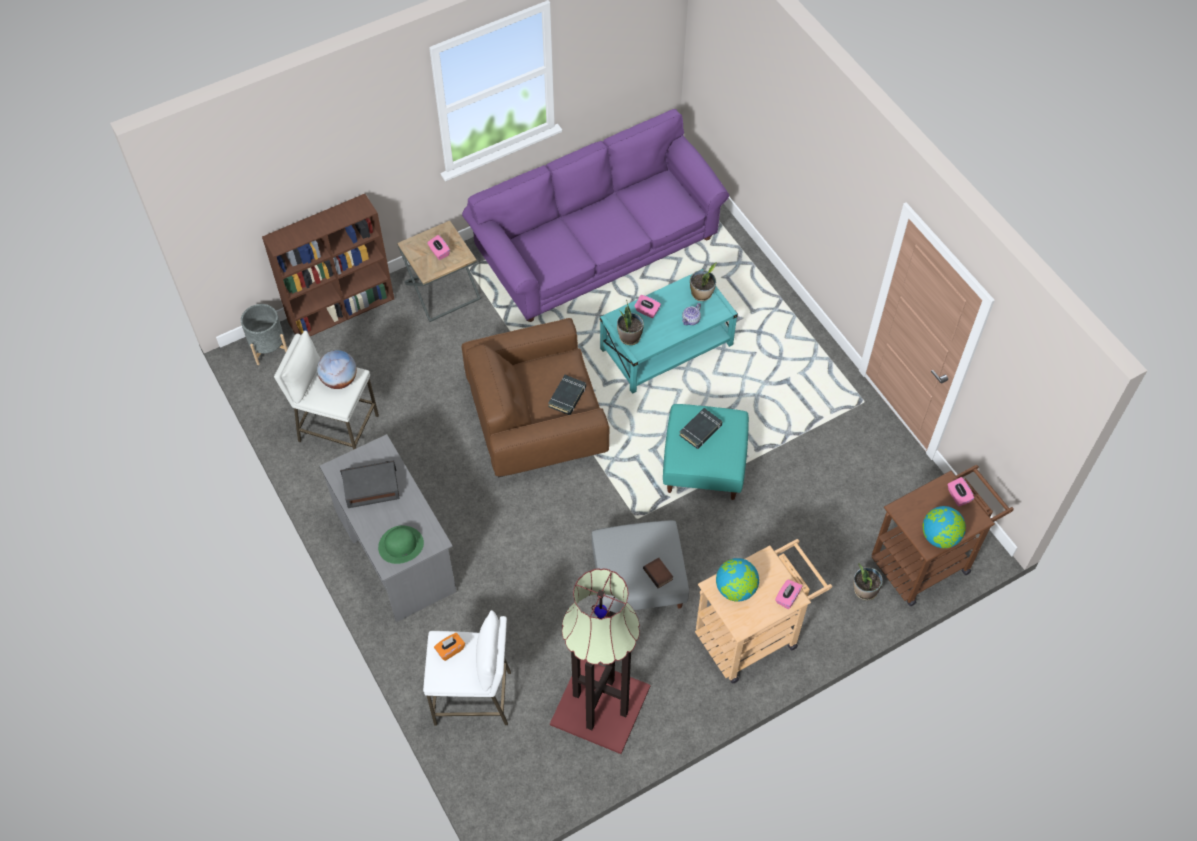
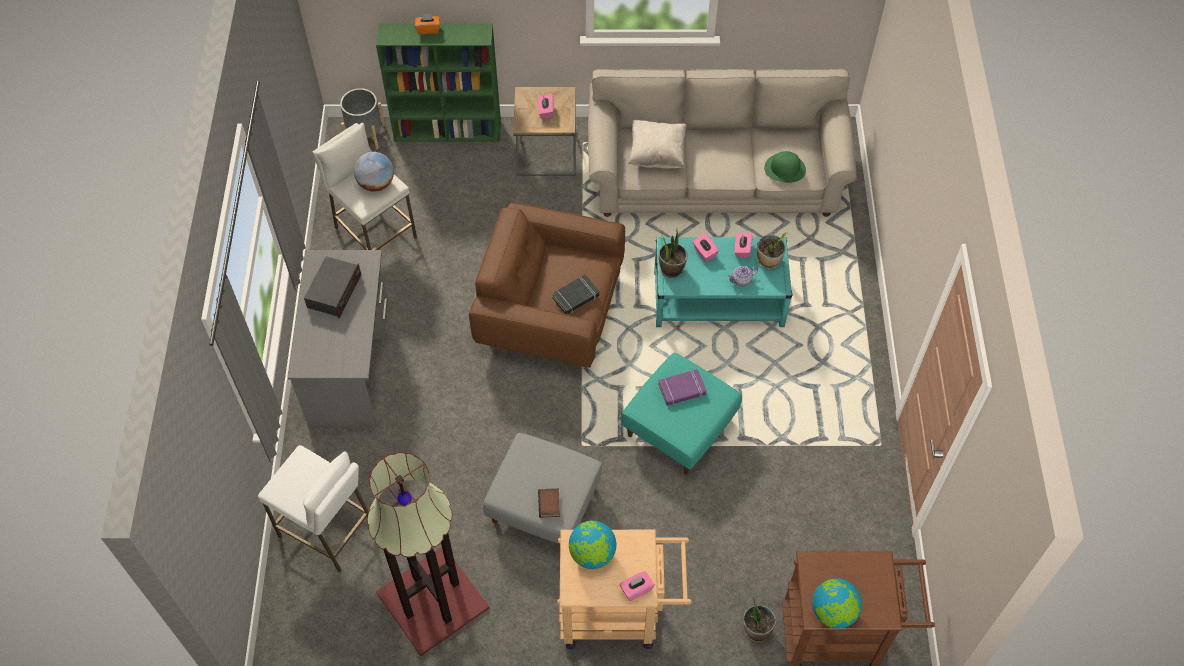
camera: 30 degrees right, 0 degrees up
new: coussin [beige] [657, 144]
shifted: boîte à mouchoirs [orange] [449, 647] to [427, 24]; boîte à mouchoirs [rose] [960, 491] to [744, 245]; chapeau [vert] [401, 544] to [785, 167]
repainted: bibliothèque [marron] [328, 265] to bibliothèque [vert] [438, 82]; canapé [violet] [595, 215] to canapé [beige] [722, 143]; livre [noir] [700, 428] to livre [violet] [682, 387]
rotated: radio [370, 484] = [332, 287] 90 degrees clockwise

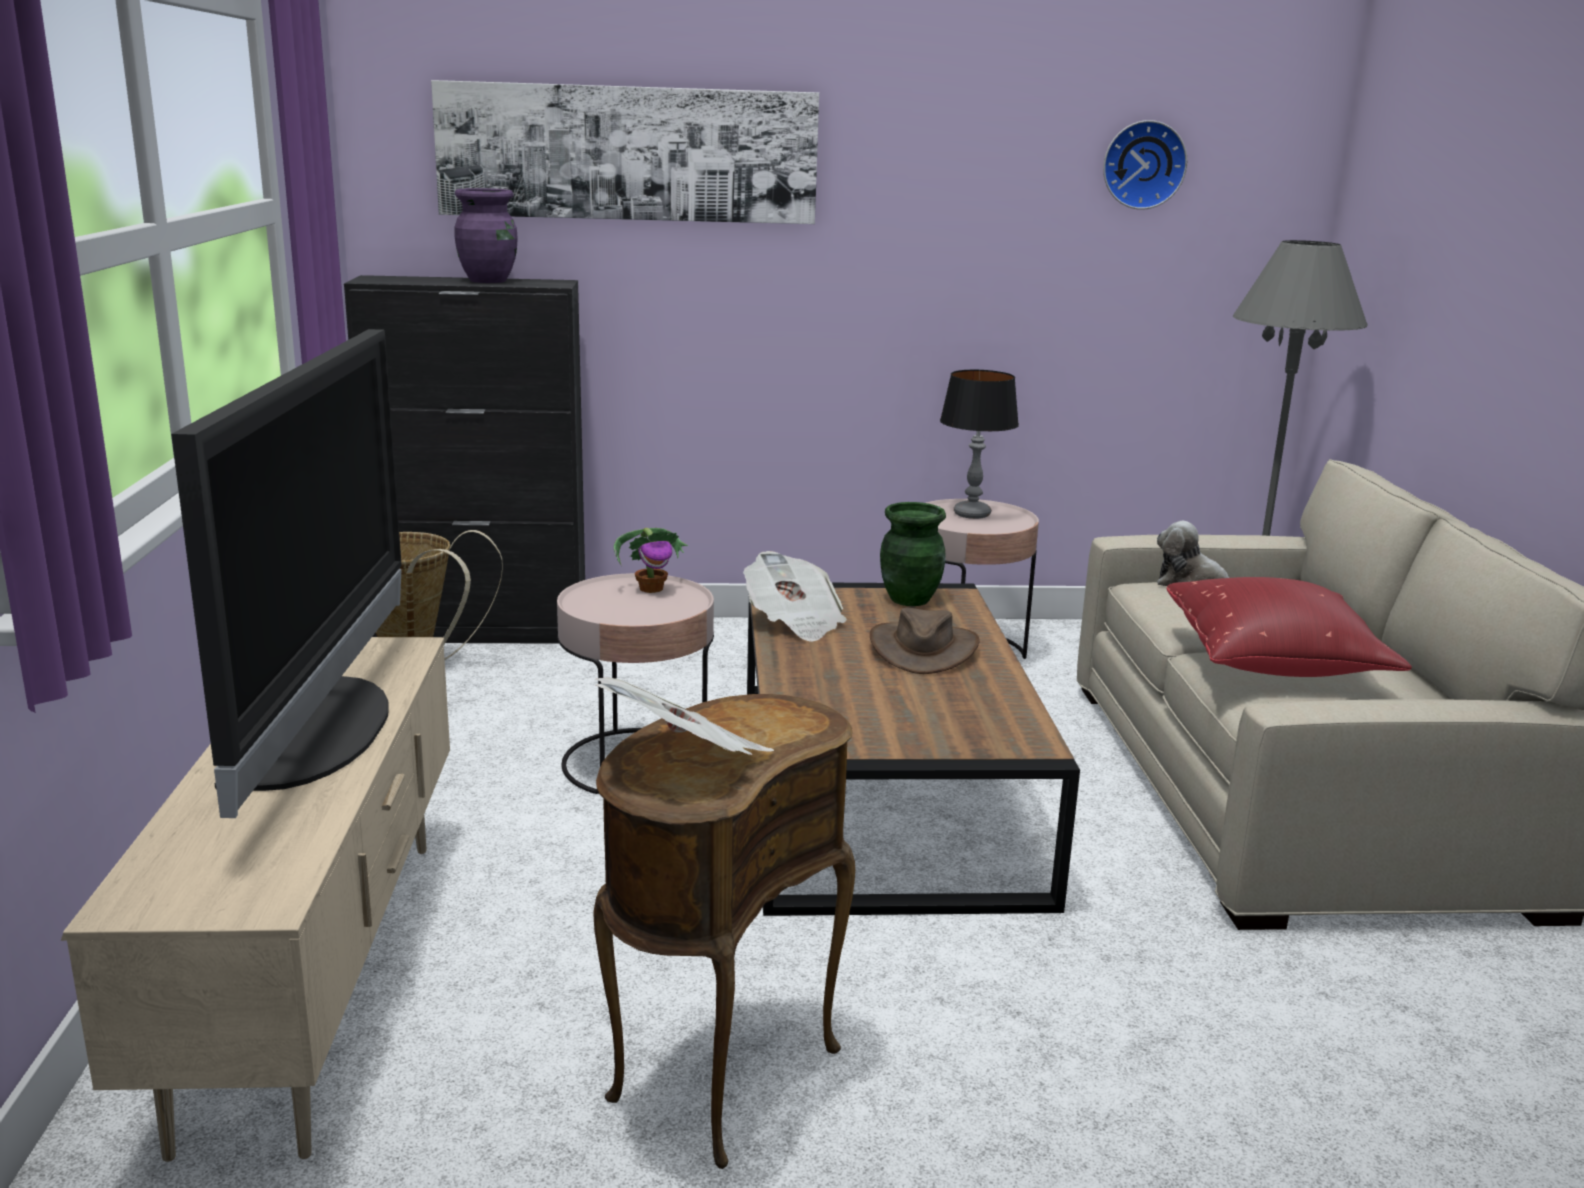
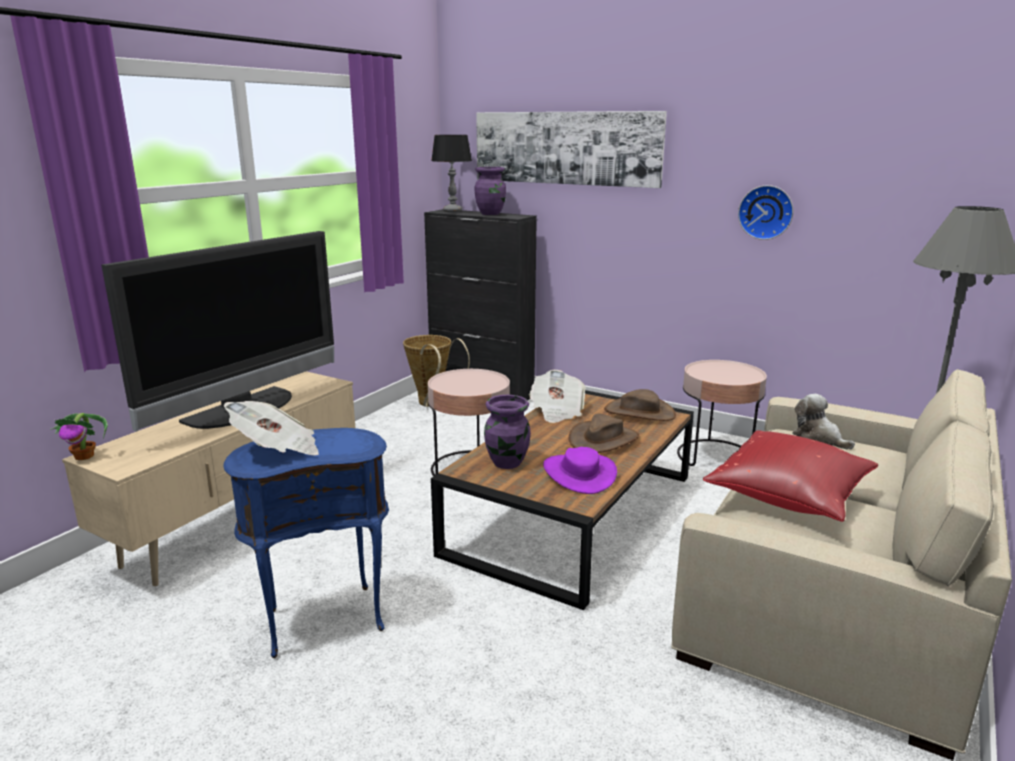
camera: 35 degrees right, 0 degrees up
new: vase [violet] [507, 432]; chapeau [violet] [580, 470]
shifted: plante en pot [651, 560] to [79, 436]; lampe de table [979, 444] to [451, 173]; horloge murale [1145, 165] to [766, 212]
swapped: vase [vert] [913, 554] to chapeau [marron] [640, 405]
repainted: table d'appoint [marron] [724, 931] to table d'appoint [bleu] [306, 543]

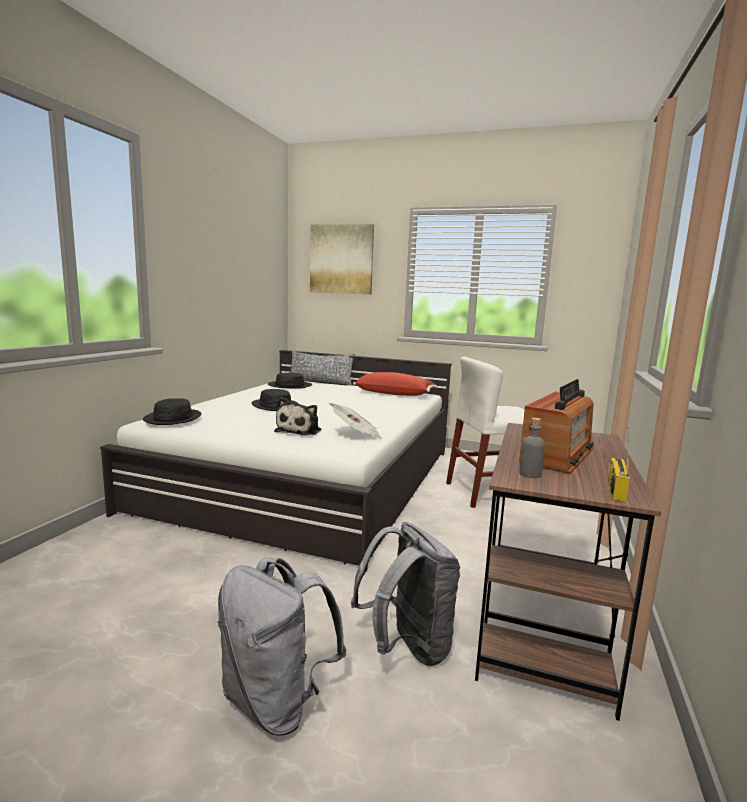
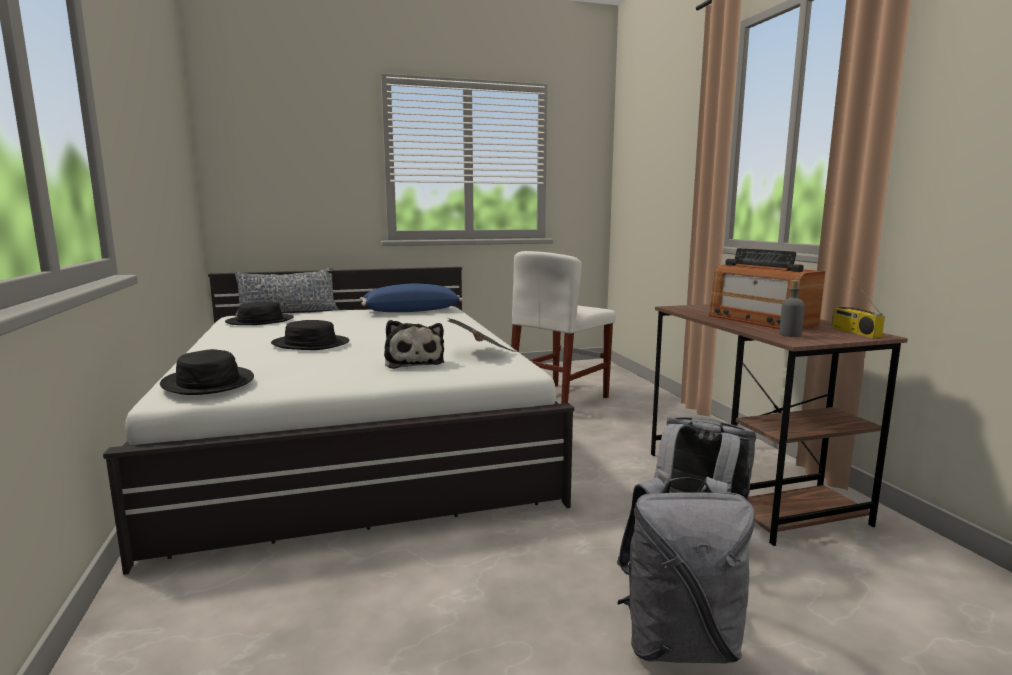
camera: 35 degrees left, 0 degrees up
gone: tableau [342, 259]
repainted: coussin [rouge] [395, 384] to coussin [bleu] [411, 298]
rotated: radio [556, 426] = [767, 288] 150 degrees clockwise

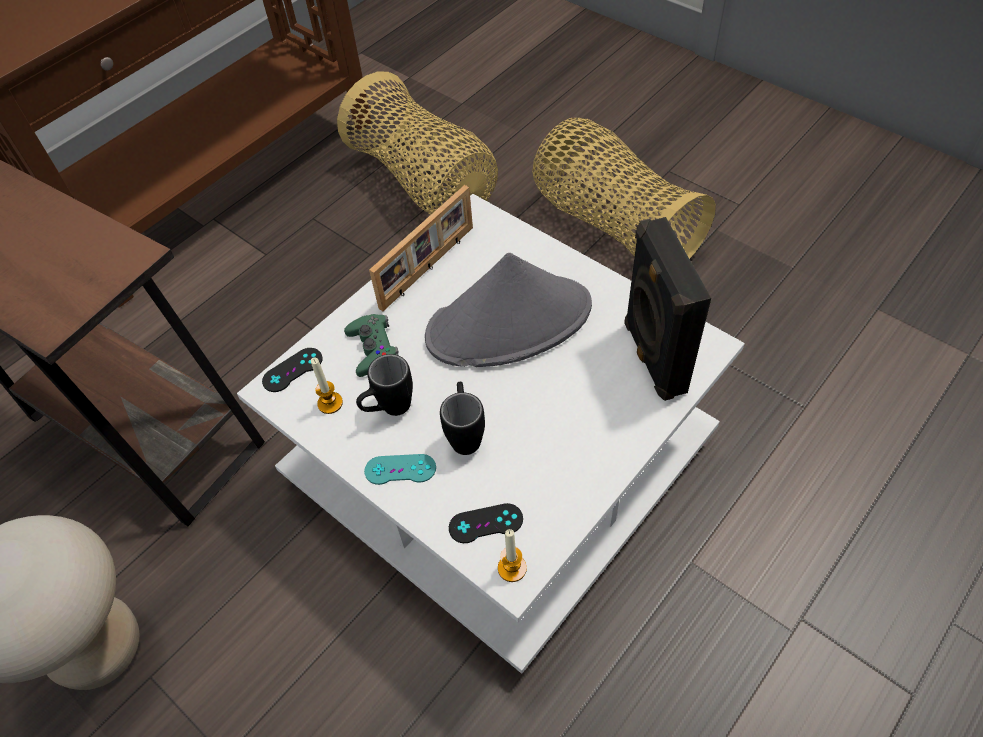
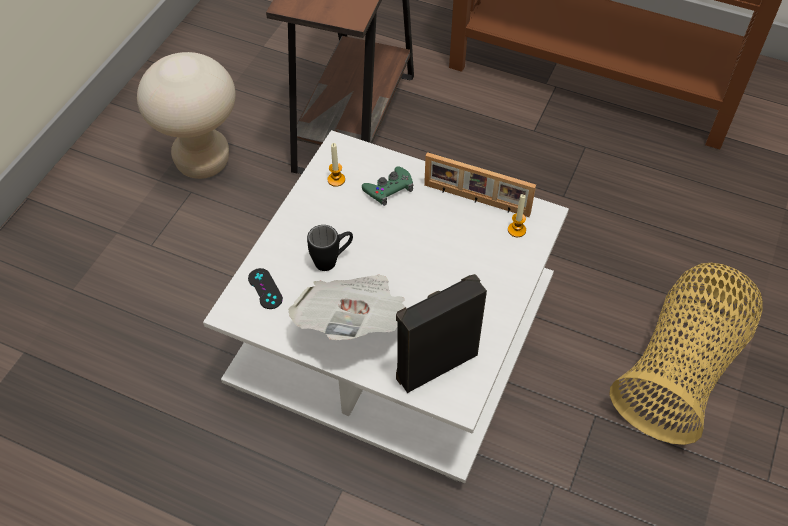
camera: 70 degrees right, 0 degrees up
gone: manette [noir] [292, 370]; panier [417, 143]; mug [noir] [384, 385]; manette [turquoise] [400, 469]; chapeau [gris] [508, 310]
new: journal [347, 307]
shifted: bougie [512, 555] to [517, 215]

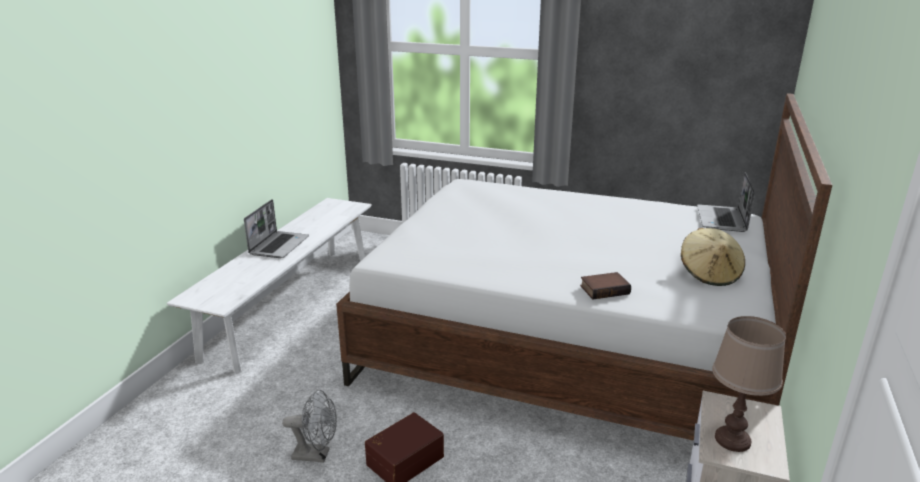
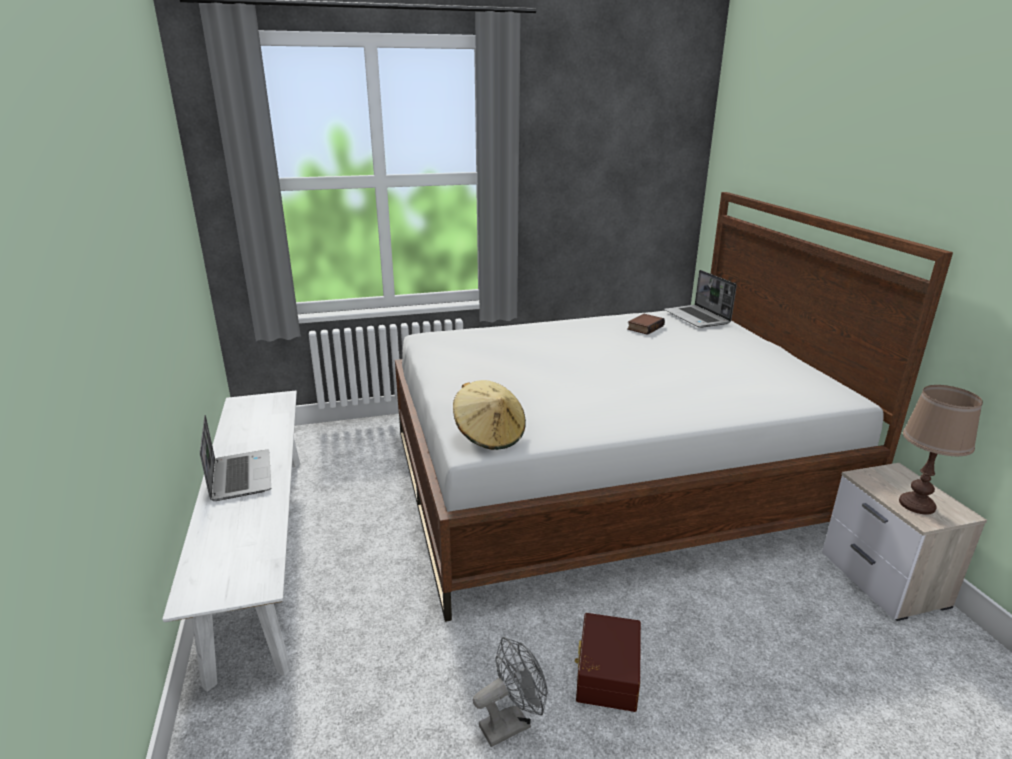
camera: 35 degrees left, 0 degrees up
shifted: chapeau [beige] [713, 257] to [489, 415]; livre [605, 285] to [646, 324]

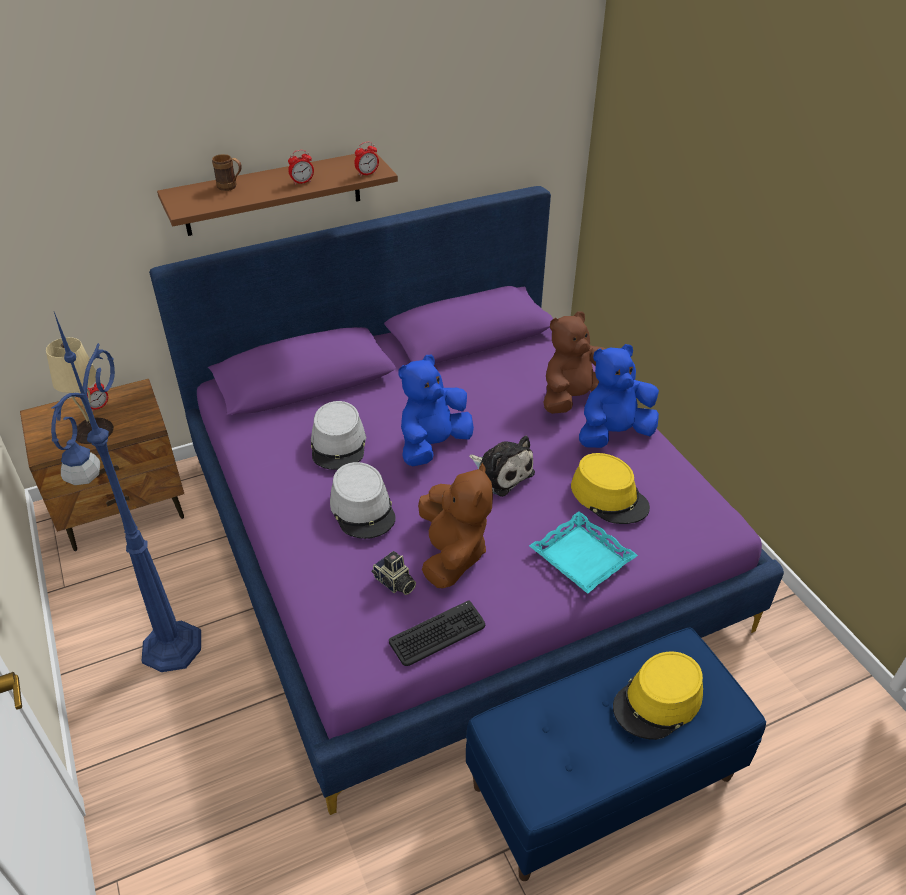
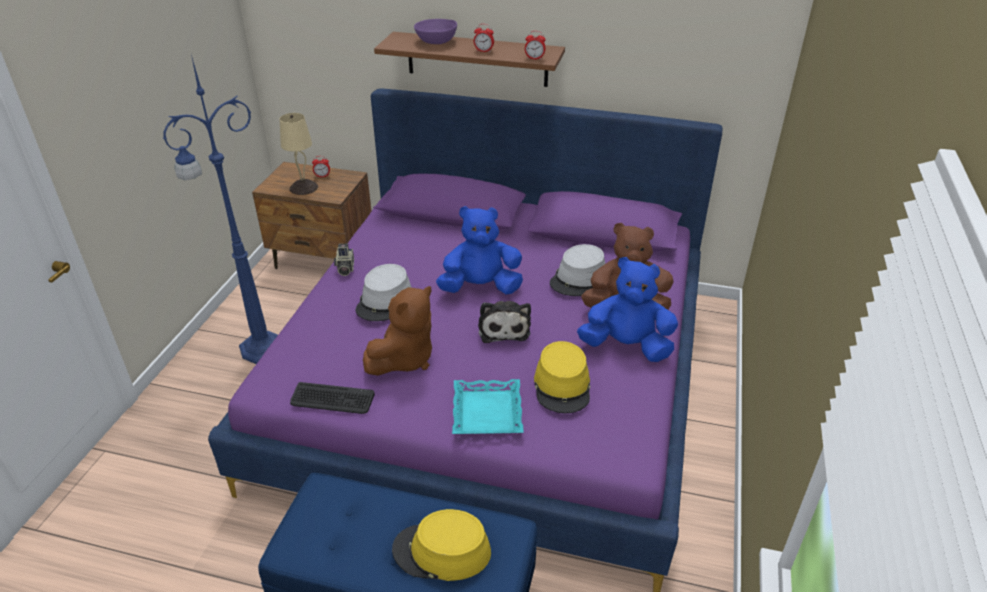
camera: 40 degrees right, 5 degrees down
shifted: appareil photo [394, 573] to [344, 259]; chapeau [gris] [338, 435] to [577, 270]
swapped: mug [marron] [227, 172] to bol [violet] [435, 31]

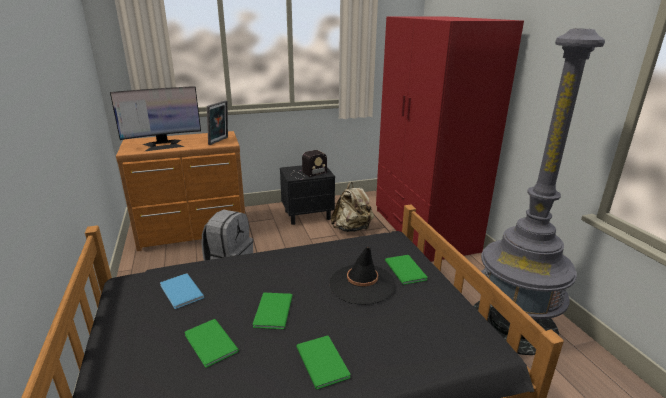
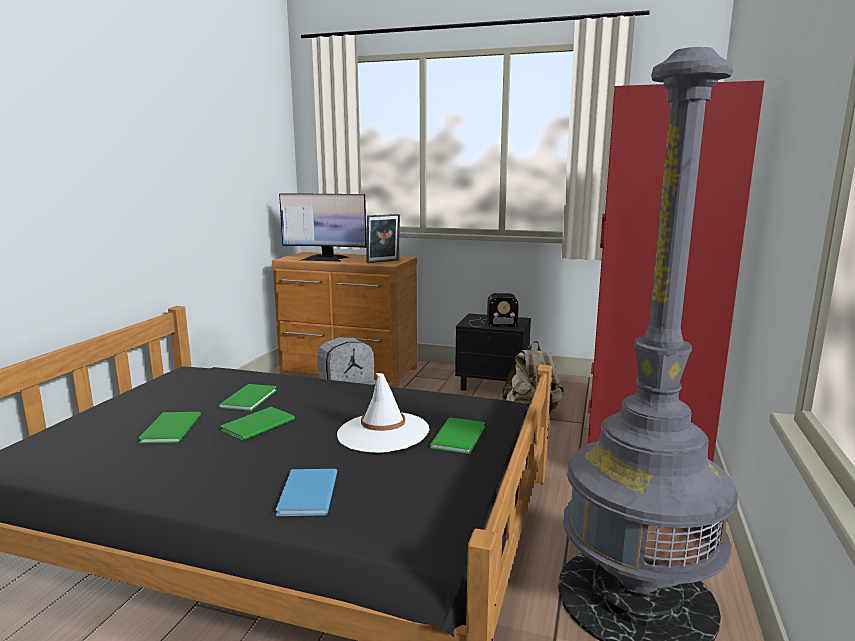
camera: 35 degrees right, 10 degrees down
shifted: livre [vert] [323, 362] to [247, 397]; livre [bleu] [182, 291] to [306, 492]
repainted: chapeau [noir] [362, 275] to chapeau [blanc] [383, 413]

